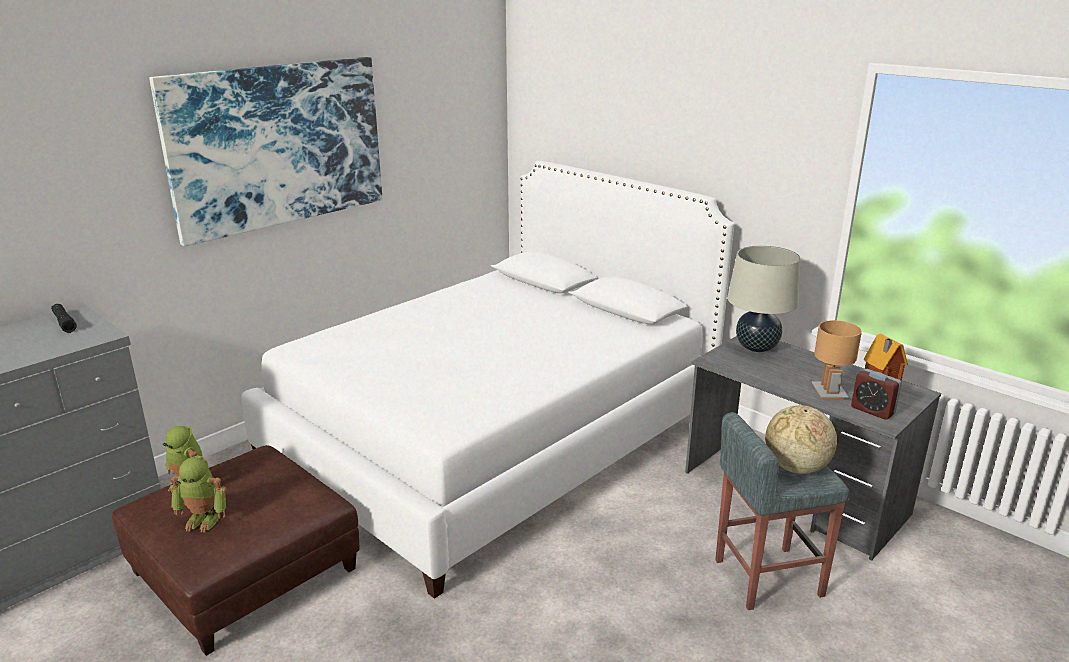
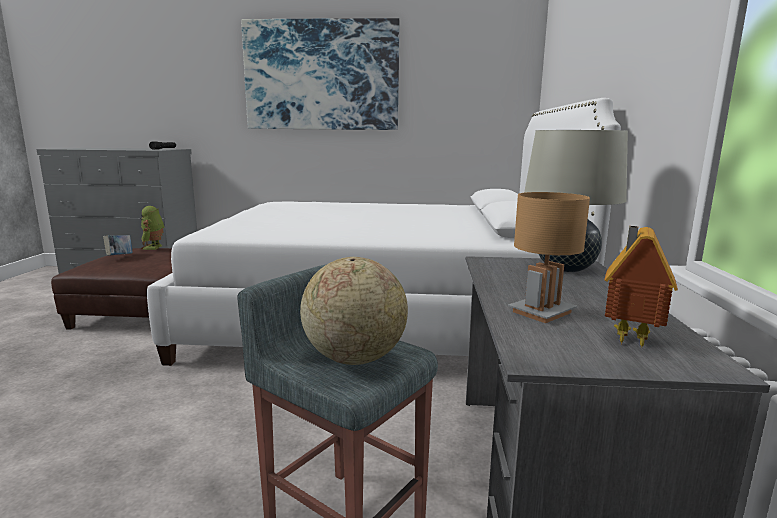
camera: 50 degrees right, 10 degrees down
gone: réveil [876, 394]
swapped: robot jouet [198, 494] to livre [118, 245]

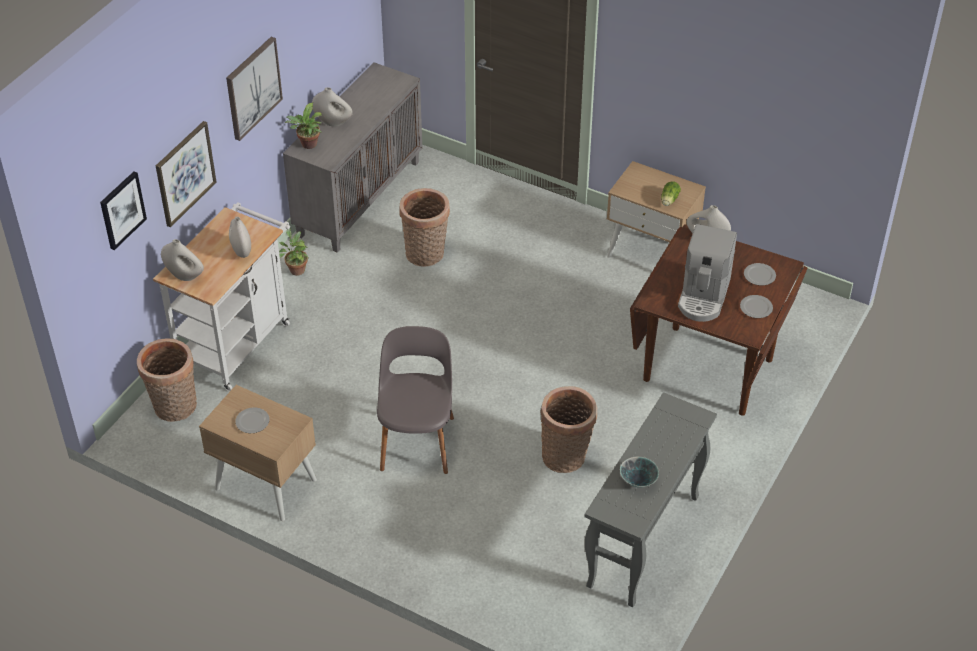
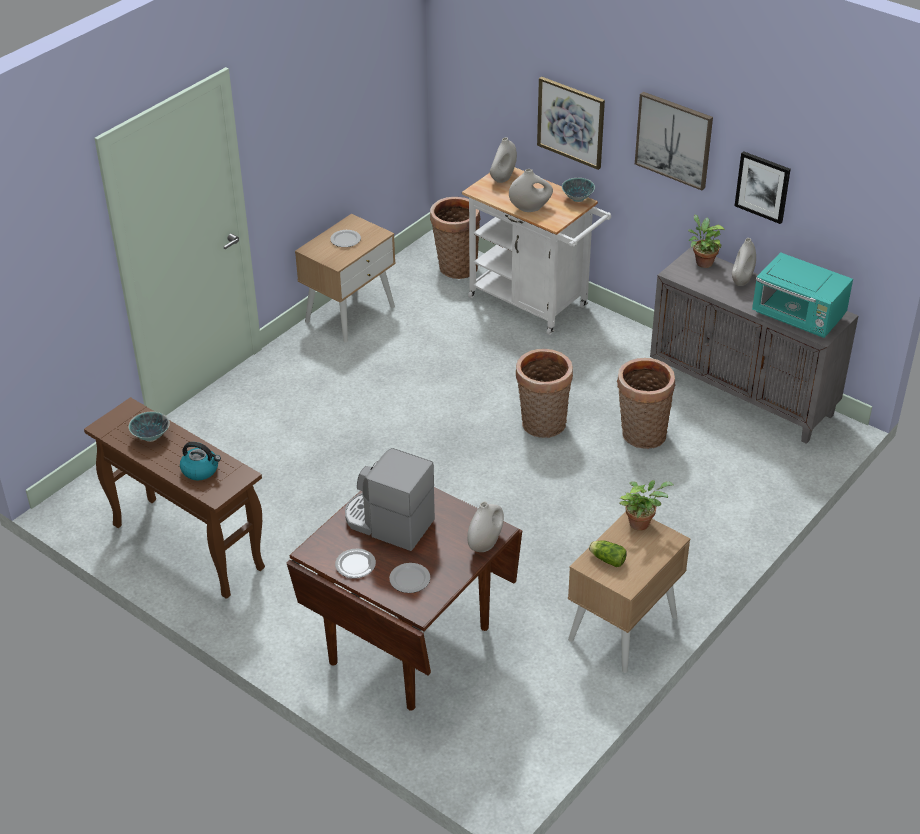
camera: 100 degrees right, 5 degrees down
gone: chaise [gris] [415, 400]
new: bouilloire [200, 461]; bol [578, 190]; micro-ondes [turquoise] [802, 295]
shifted: panier [568, 429] to [544, 393]; plante en pot [293, 252] to [647, 505]; tableau [123, 210] to [763, 187]
repainted: table console [gris] [650, 499] to table console [marron] [174, 498]

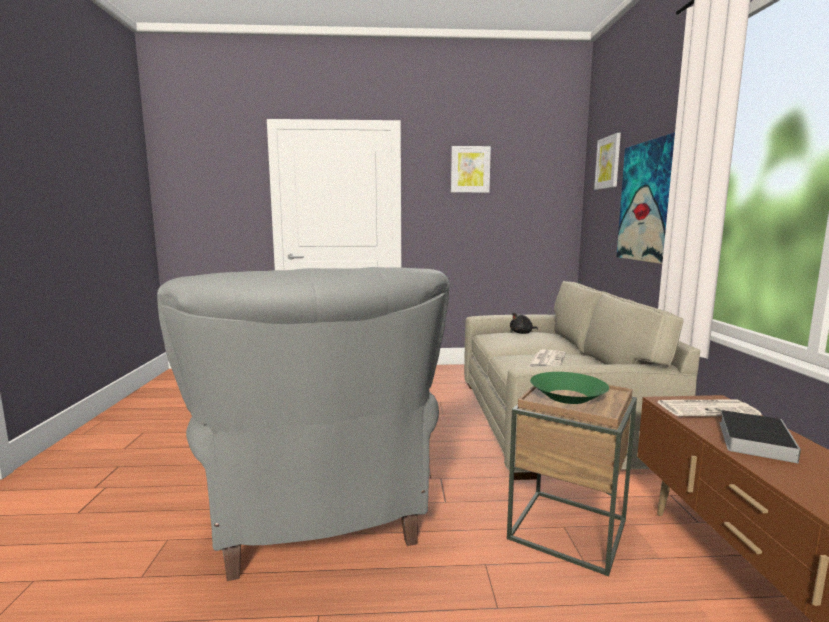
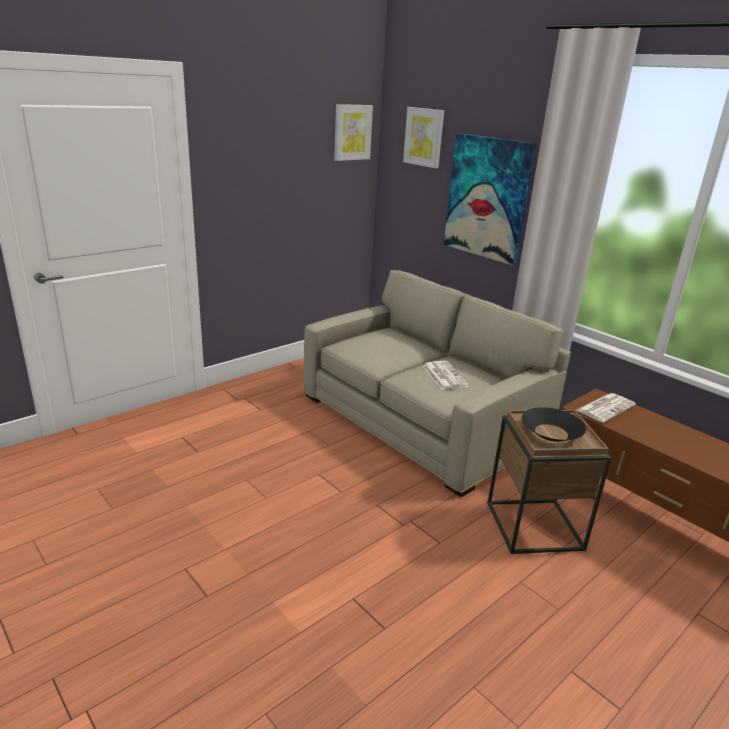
camera: 40 degrees left, 15 degrees up
gone: fauteuil [gris] [303, 424]; peluche [noir] [524, 323]; livre [760, 436]
shifted: tableau [471, 169] to [353, 132]
repainted: bol [vert] [569, 388] to bol [noir] [554, 424]

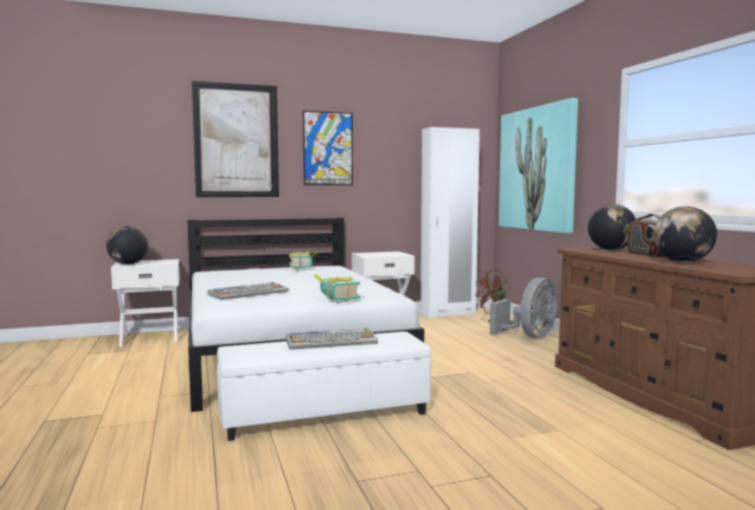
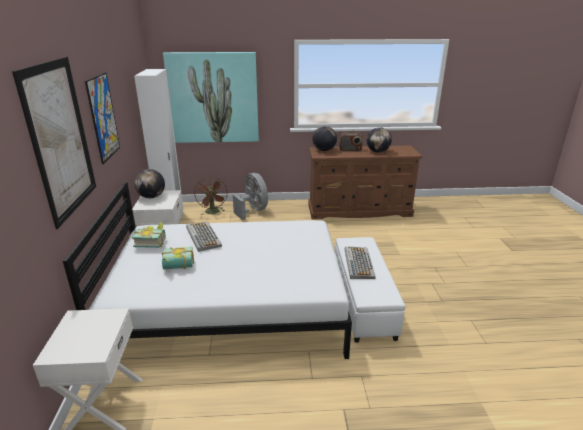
camera: 75 degrees left, 20 degrees up
shifted: globe [127, 245] to [149, 183]; livre [336, 288] to [178, 258]; clavier [248, 291] to [204, 237]

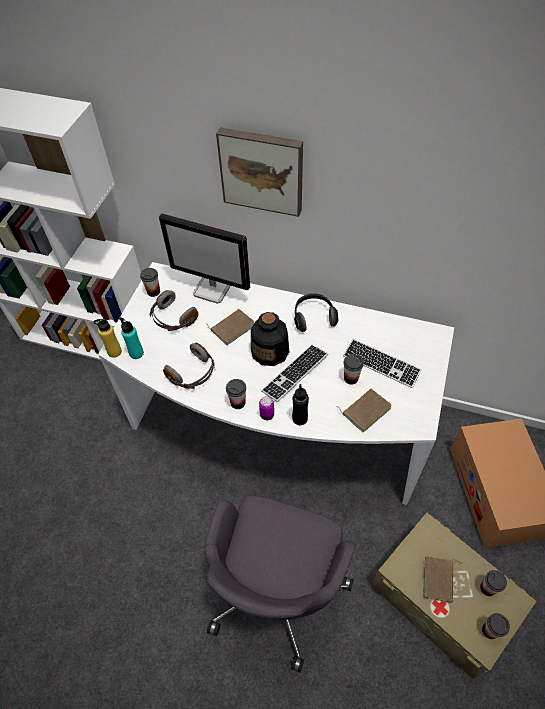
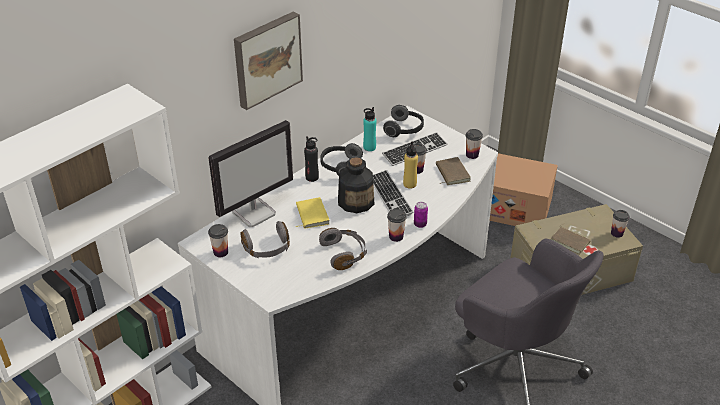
camera: 65 degrees left, 15 degrees down
new: casque audio [403, 121]
shifted: bouteille [noir] [300, 404] to [311, 159]; bouteille [turquoise] [131, 338] to [369, 129]; bouteille [jaune] [108, 337] to [410, 165]; tasse [493, 583] to [474, 144]
repainted: livre [marron] [230, 327] to livre [jaune] [312, 213]

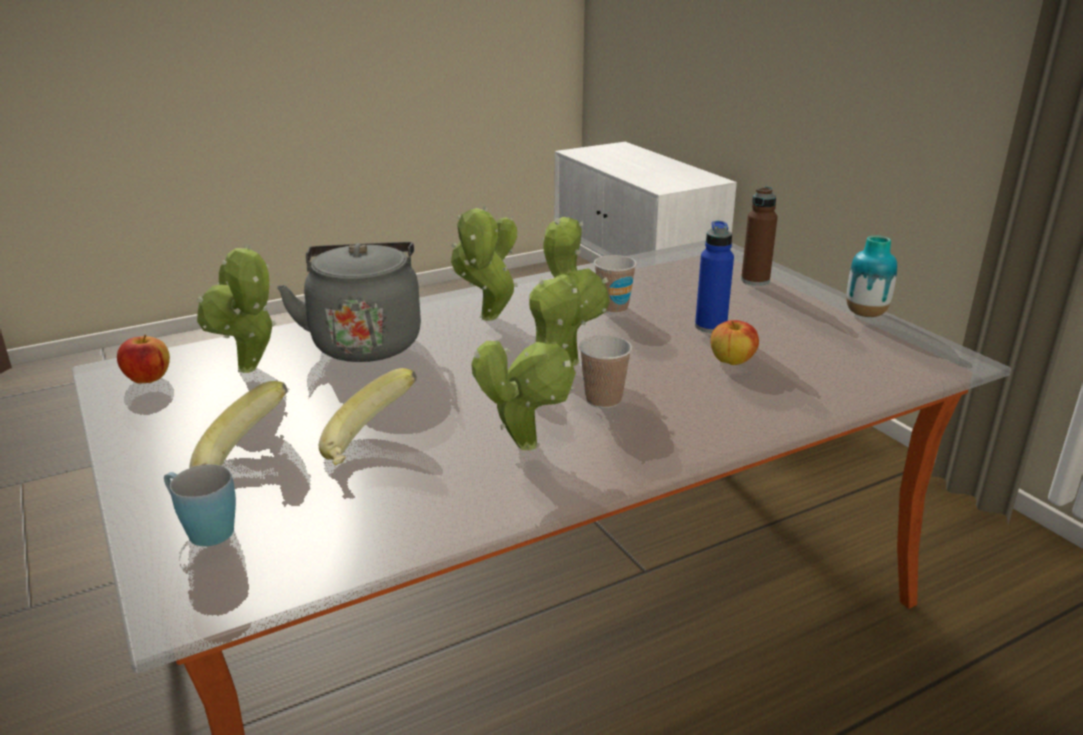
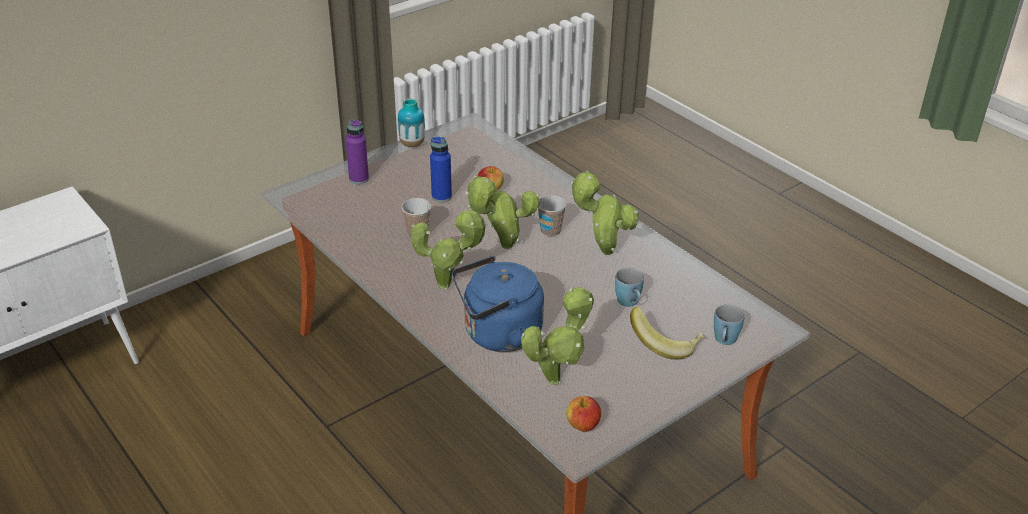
camera: 100 degrees left, 10 degrees up
swapped: banane [368, 417] to mug [bleu] [629, 287]
repainted: bouteille [marron] [759, 236] to bouteille [violet] [357, 151]; bouilloire [gris] [349, 302] to bouilloire [bleu] [498, 304]

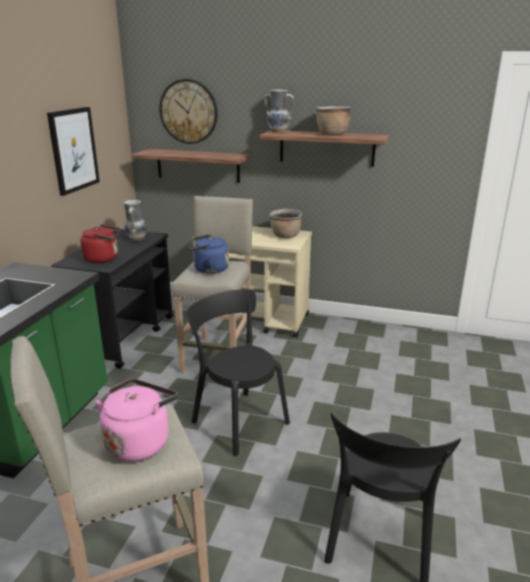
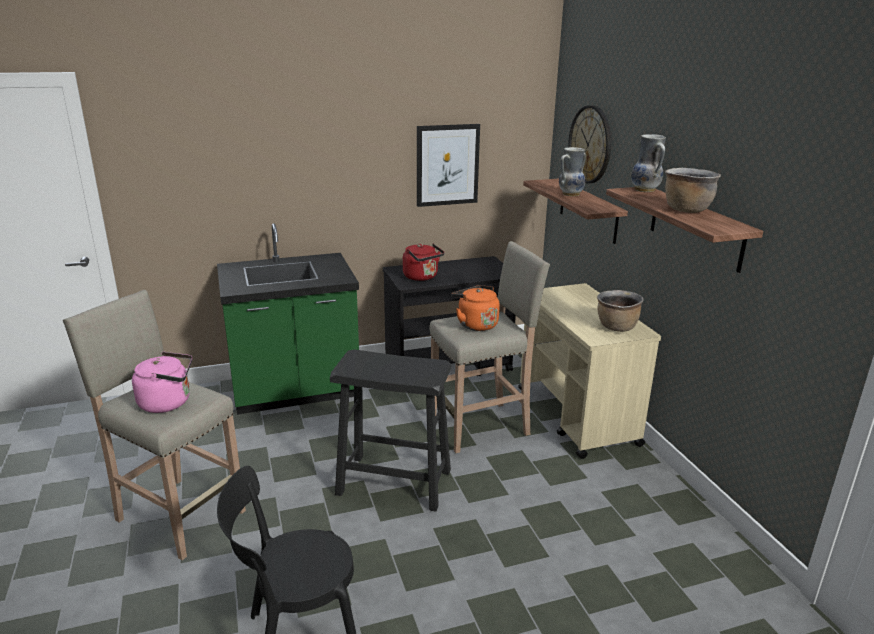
camera: 55 degrees right, 0 degrees up
shifted: vase [135, 220] to [572, 171]
swapped: chaise [noir] [238, 372] to tabouret [noir] [390, 430]
repainted: bouilloire [bleu] [209, 254] to bouilloire [orange] [475, 308]

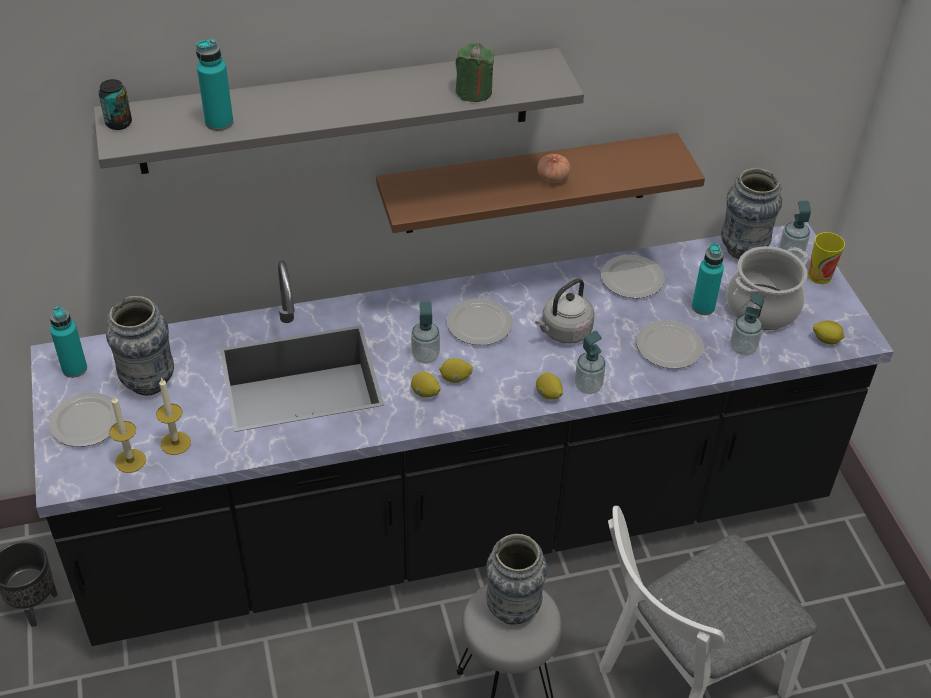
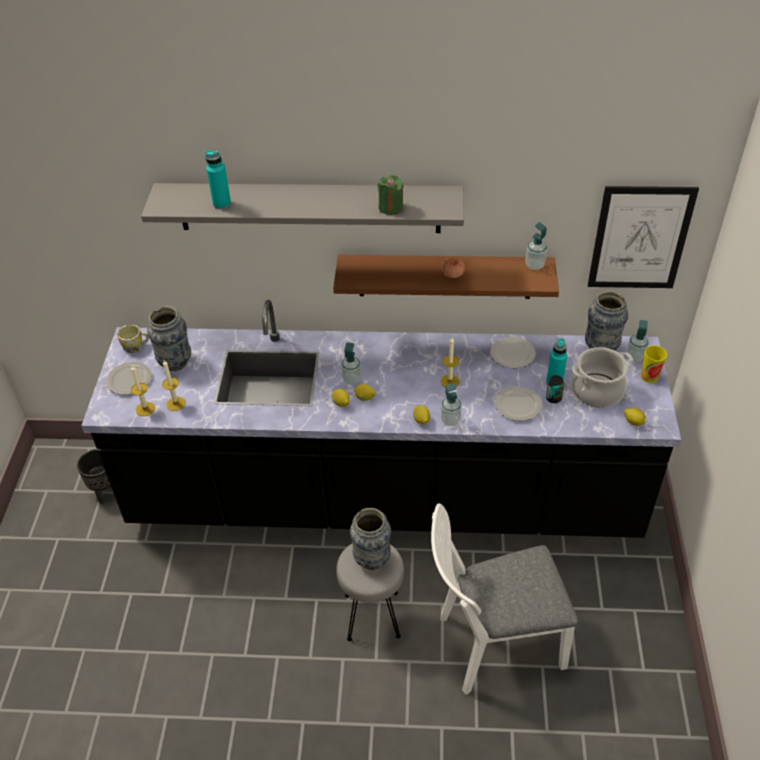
camera: 20 degrees right, 0 degrees up
gone: assiette [480, 321]
new: tableau [643, 237]
shifted: distributeur de savon [747, 324] to [536, 246]; boîte métallique [115, 104] to [555, 389]
swapped: bouteille [turquoise] [68, 342] to mug [133, 339]; bouilloire [gris] [564, 311] to bougie [450, 362]

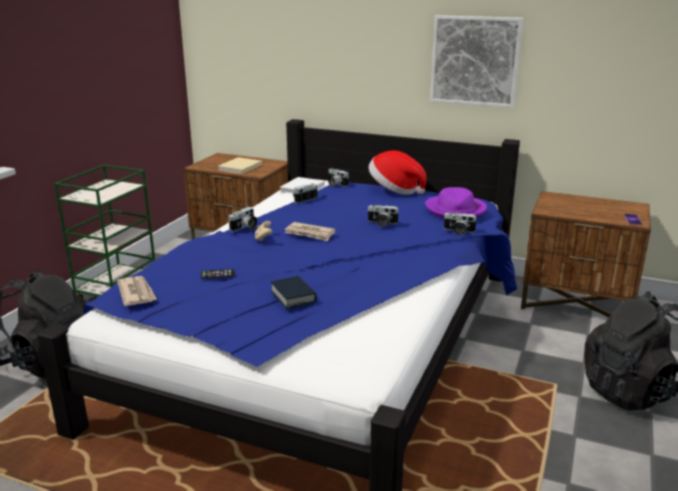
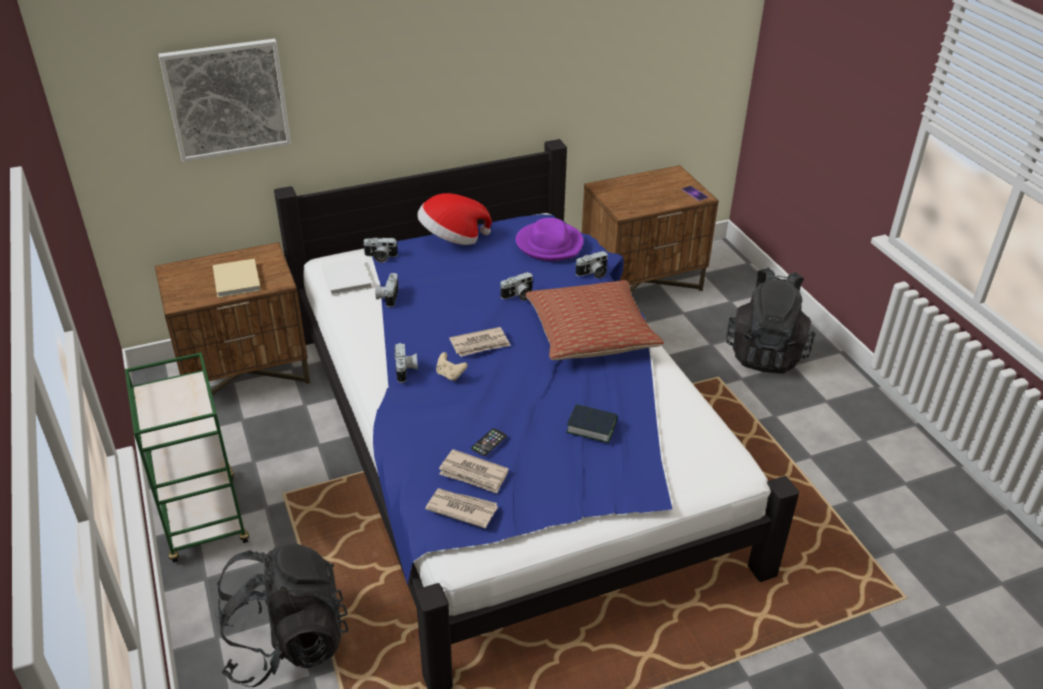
camera: 45 degrees left, 15 degrees up
new: journal [474, 471]; coussin [594, 320]
shifted: tableau [476, 61] to [224, 100]

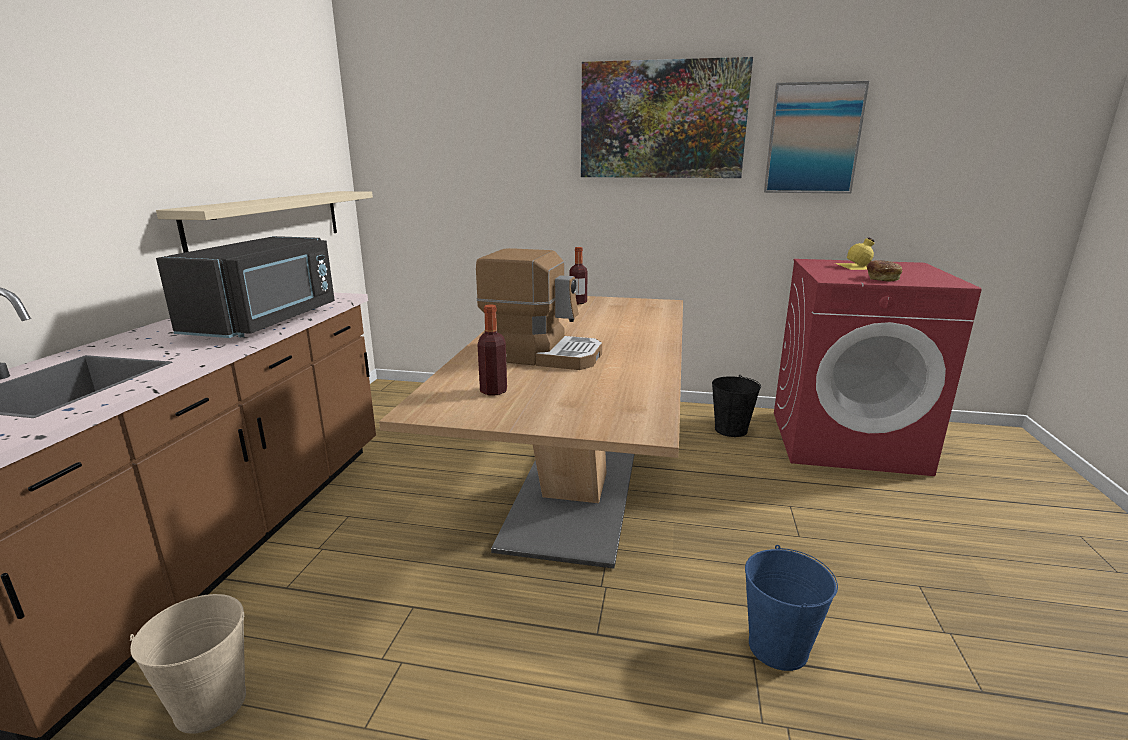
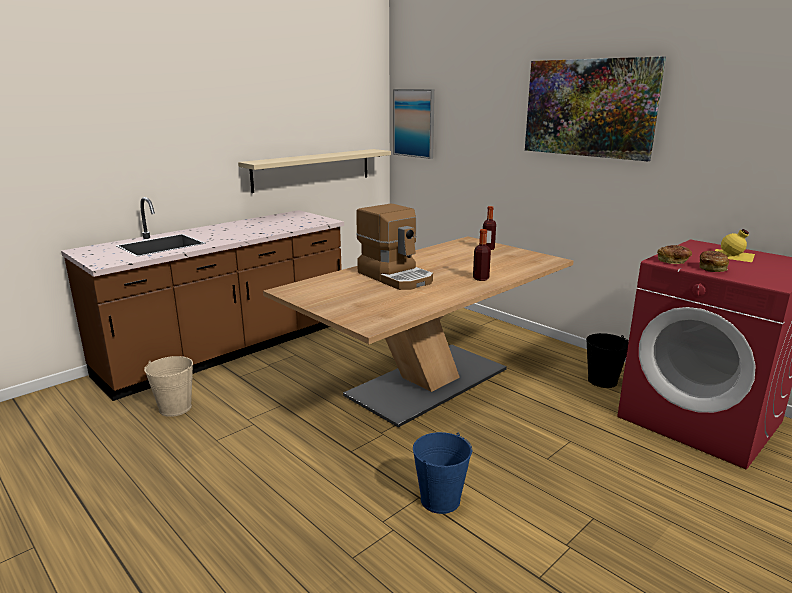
camera: 35 degrees right, 0 degrees up
gone: micro-ondes [noir] [245, 287]
new: pain [674, 254]
shifted: tableau [816, 137] to [414, 124]; bouteille [492, 350] to [482, 255]

